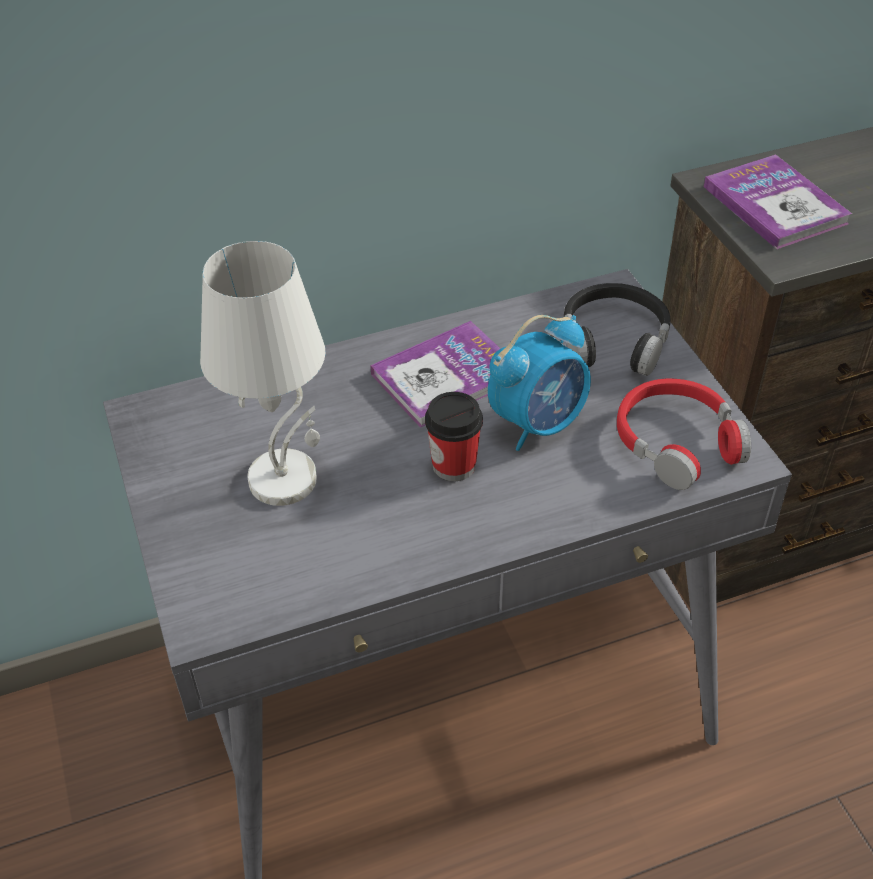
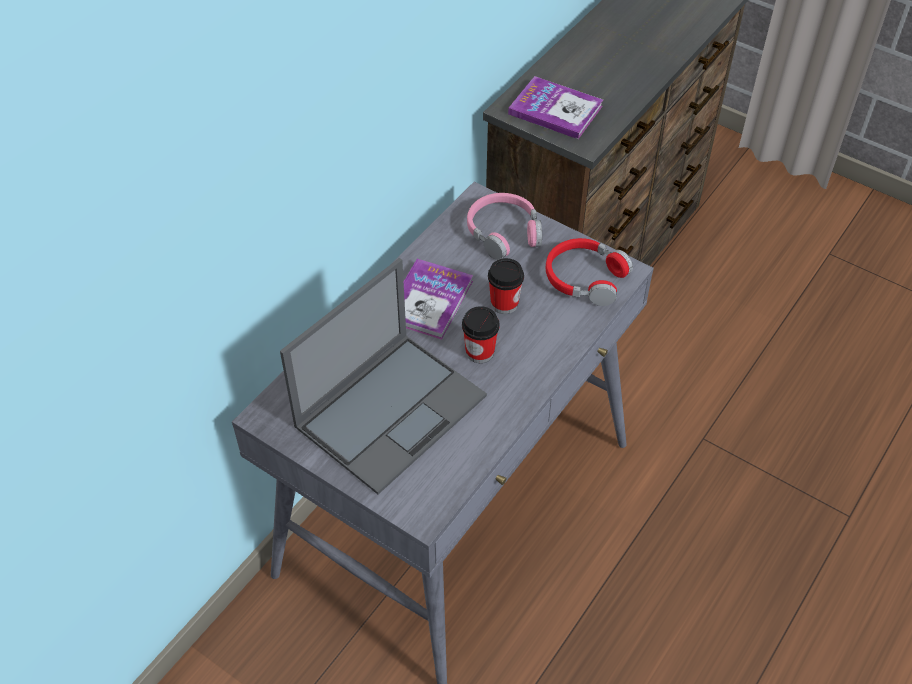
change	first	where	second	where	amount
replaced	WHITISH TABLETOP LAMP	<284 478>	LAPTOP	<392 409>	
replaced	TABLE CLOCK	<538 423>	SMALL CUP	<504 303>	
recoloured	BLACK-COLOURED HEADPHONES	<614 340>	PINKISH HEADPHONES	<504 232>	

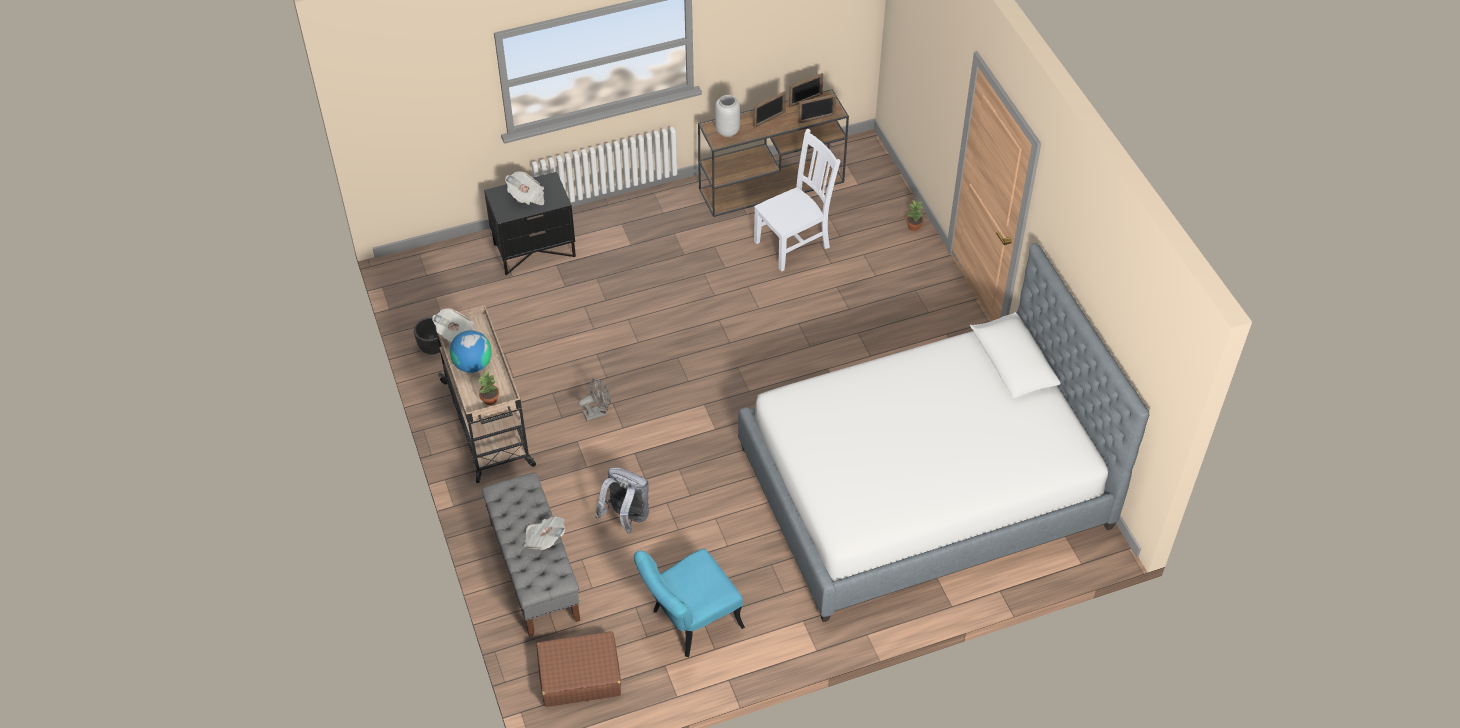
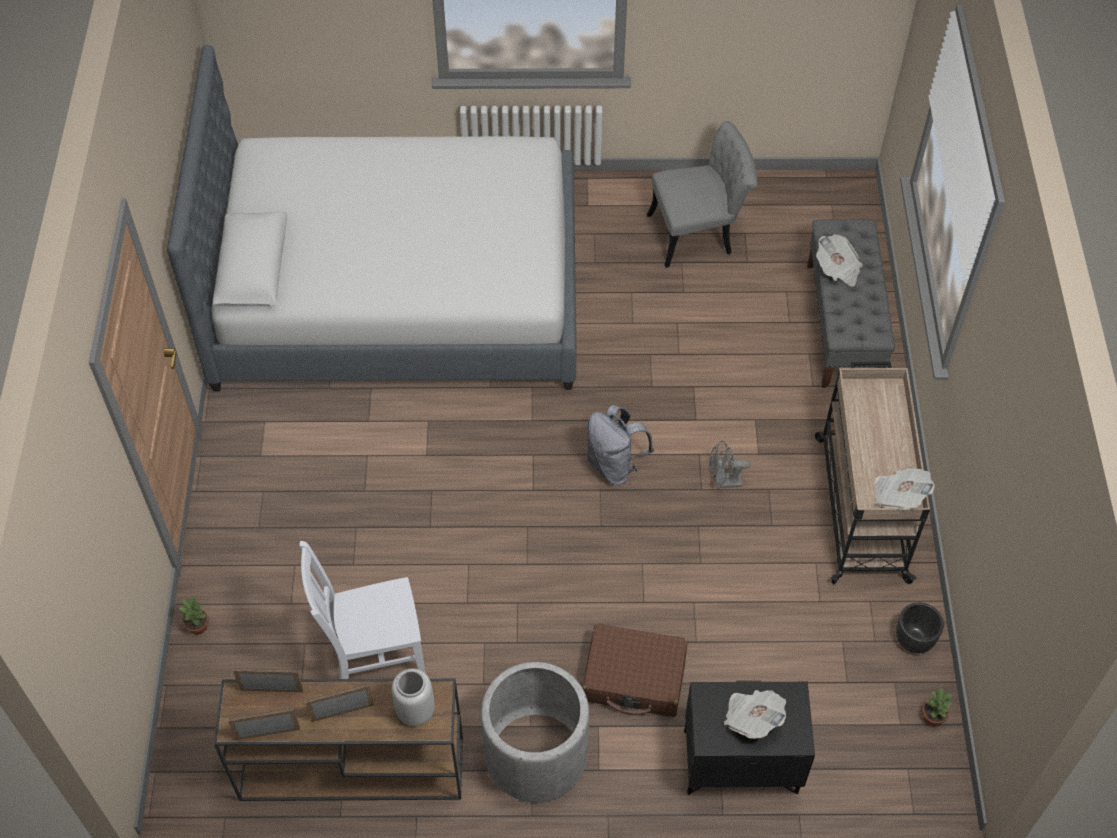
change	first	where	second	where	amount
removed	WORLD GLOBE	<473 364>			
added			GREYISH PLANT POT	<535 754>	
moved	PLANT IN A POT	<489 400>		<933 717>	
moved	BROWNISH PIECE OF LUGGAGE	<579 675>		<635 678>	
moved	GREYISH BACKPACK	<626 517>		<615 465>	
recoloured	BLUE-GREEN PLAIN CHAIR	<689 623>	GREYISH PLAIN CHAIR	<699 233>	

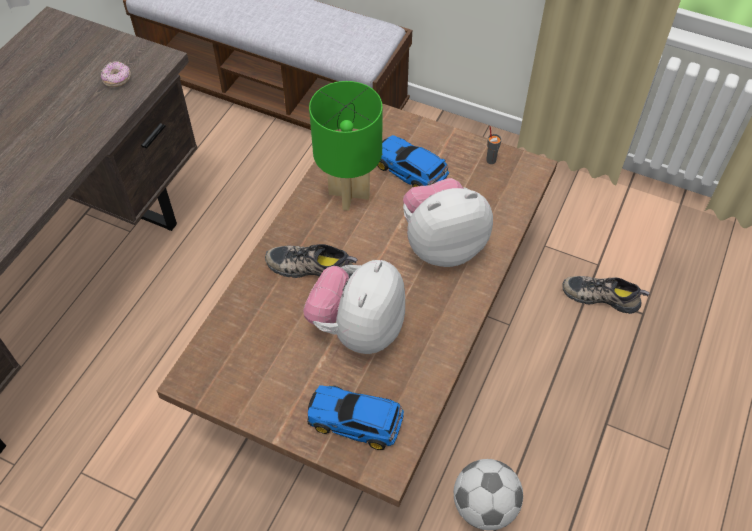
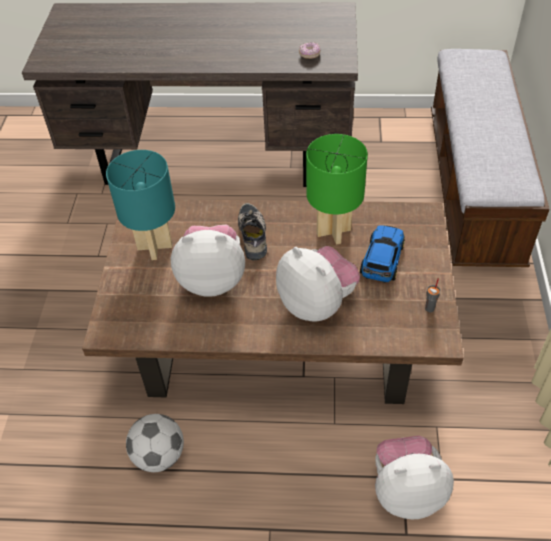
change	first	where	second	where	amount
removed	TOY CAR	<356 421>			
added			BLUE-GREEN TABLETOP LAMP	<155 247>	
replaced	SHOE	<601 295>	SOFT TOY	<406 491>	

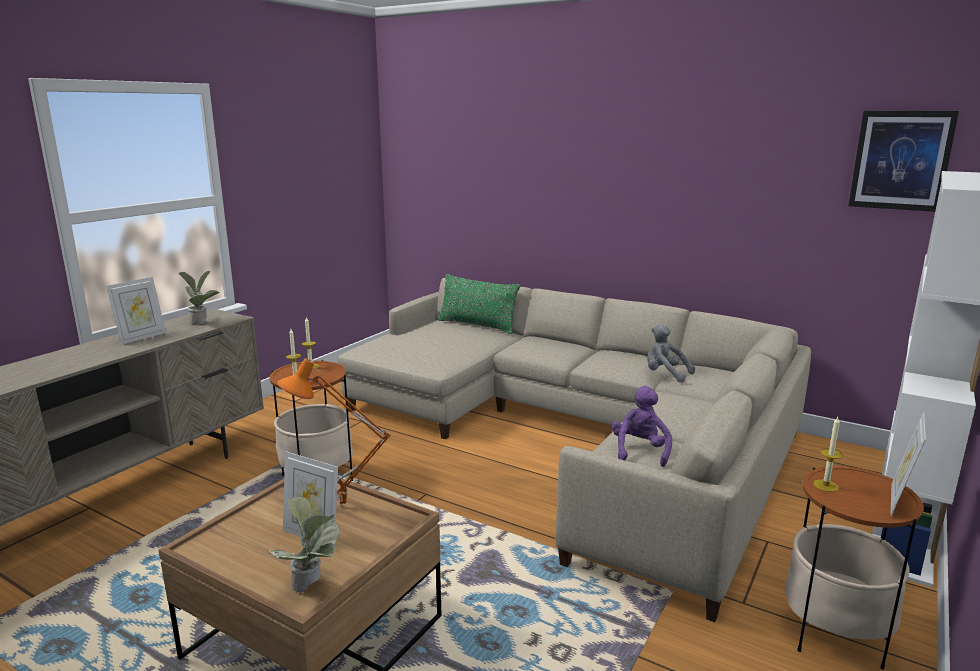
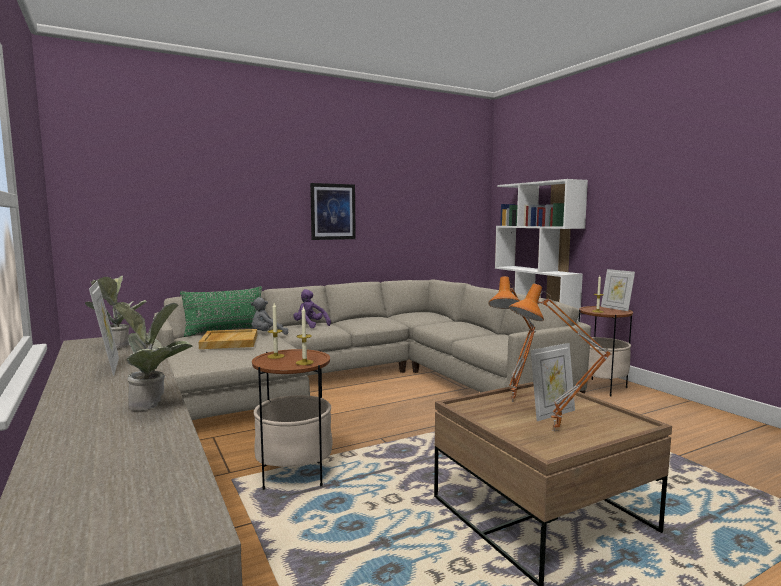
change	first	where	second	where	amount
added			SAND-COLOURED SERVING TRAY	<229 341>	
added			ORANGE-COLOURED TABLETOP LAMP	<556 432>	
moved	PLANT IN A POT	<312 586>		<155 403>	
moved	PURPLE SOFT TOY	<640 451>		<310 325>	
moved	GREYISH SOFT TOY	<665 374>		<267 335>	
moved	WALL ART	<901 160>		<333 211>	

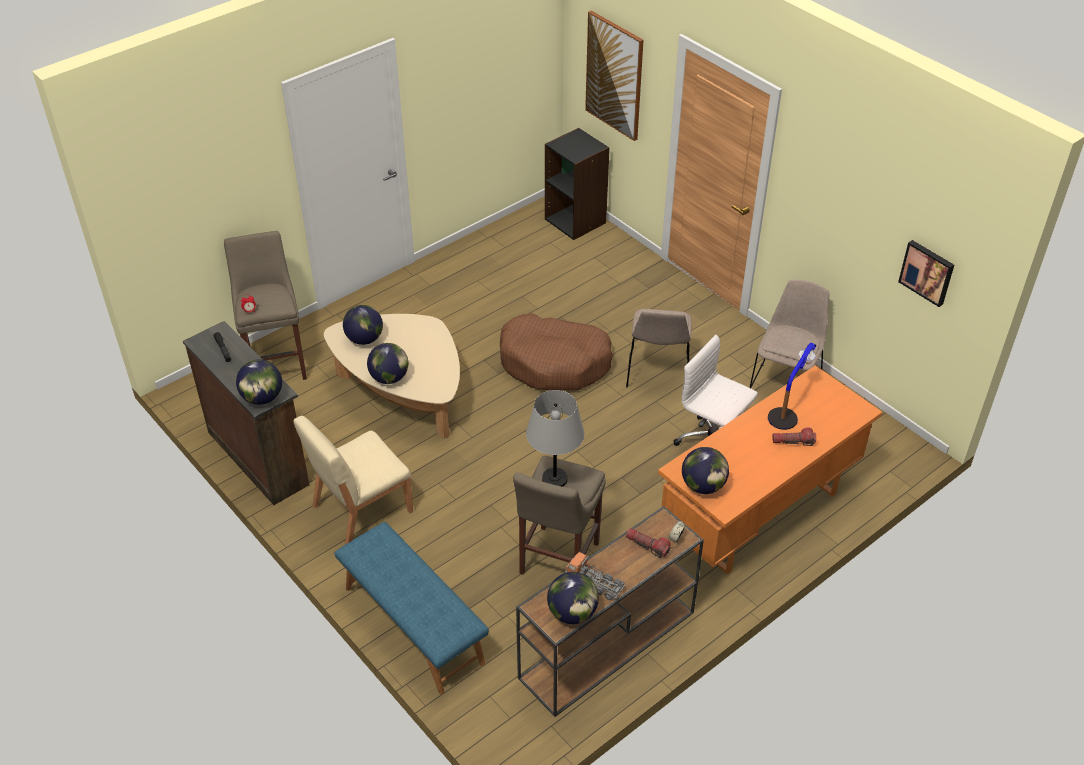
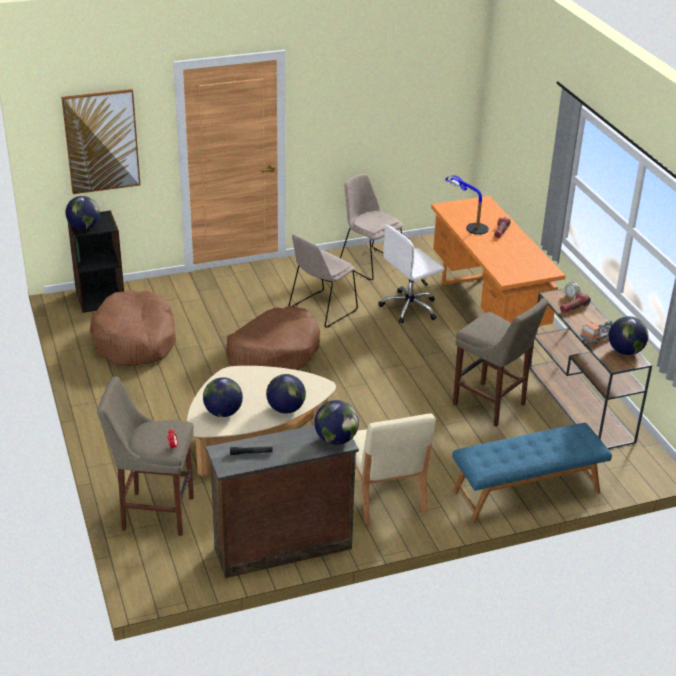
change	first	where	second	where	amount
removed	GREYISH TABLETOP LAMP	<554 479>			
removed	WALL ART	<927 272>			
added			BROWNISH PET BED	<135 340>	
moved	WORLD GLOBE	<703 486>		<84 227>	
turned	SAND-COLOURED PLAIN CHAIR	<657 374>		<321 310>	105 degrees clockwise

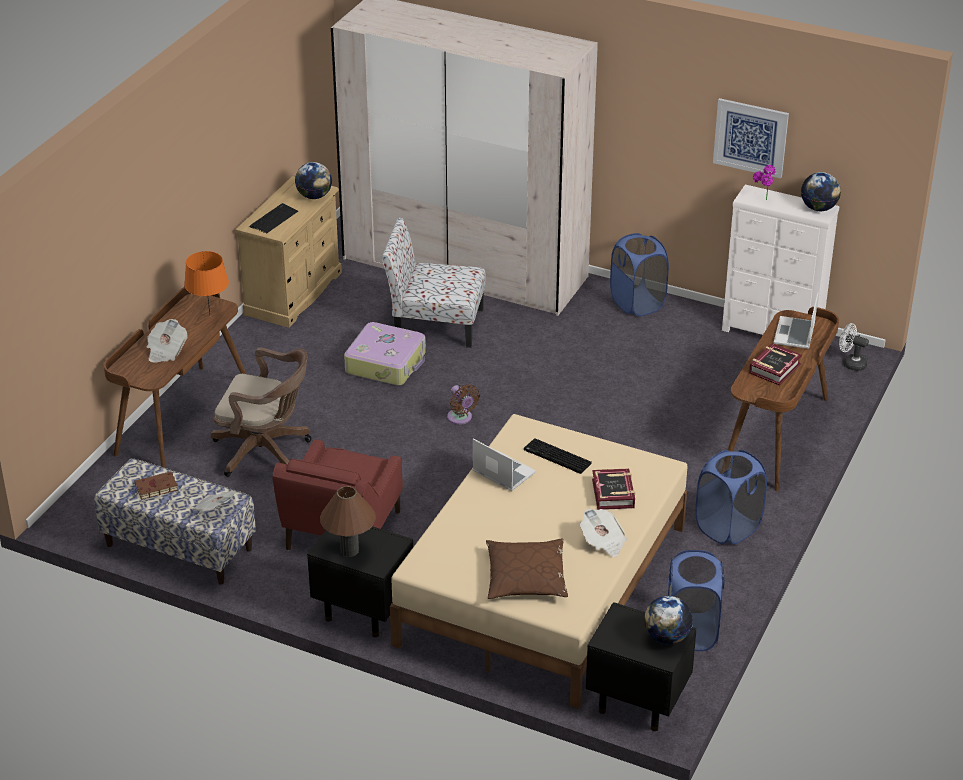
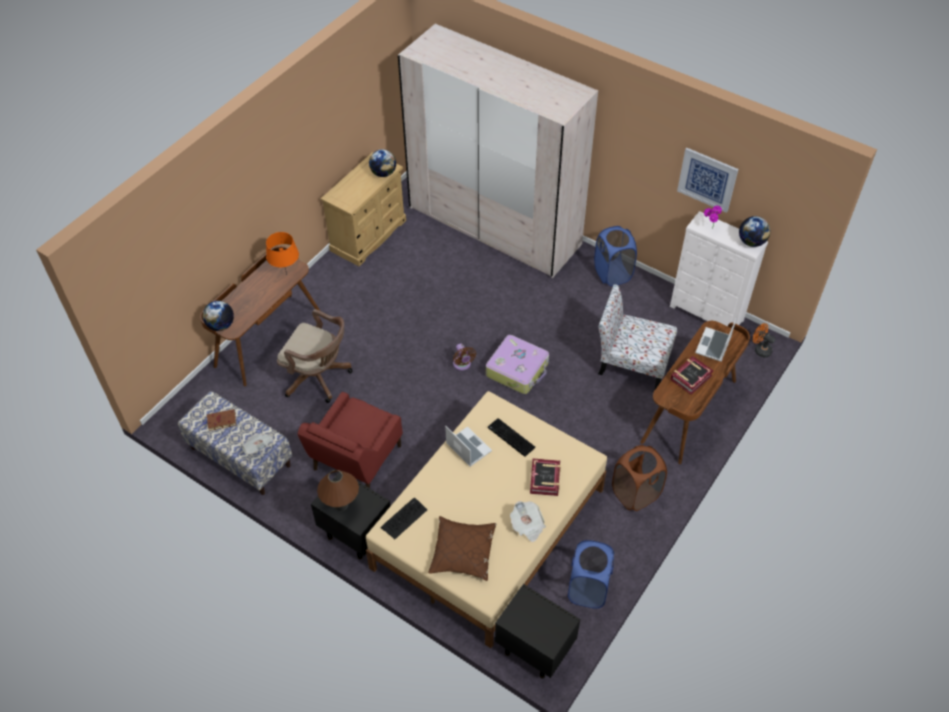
change	first	where	second	where	amount
removed	NEWSPAPER	<166 351>			
moved	COMPUTER KEYBOARD	<273 219>		<404 518>	
moved	PIECE OF LUGGAGE	<386 363>		<518 369>	
moved	PLAIN CHAIR	<435 324>		<632 362>	
moved	WORLD GLOBE	<666 637>		<221 325>	
recoloured	BLUE WASHING BASKET	<727 528>	BROWNISH WASHING BASKET	<635 493>	
recoloured	WHITISH FAN	<851 363>	ORANGE-COLOURED FAN	<760 349>	

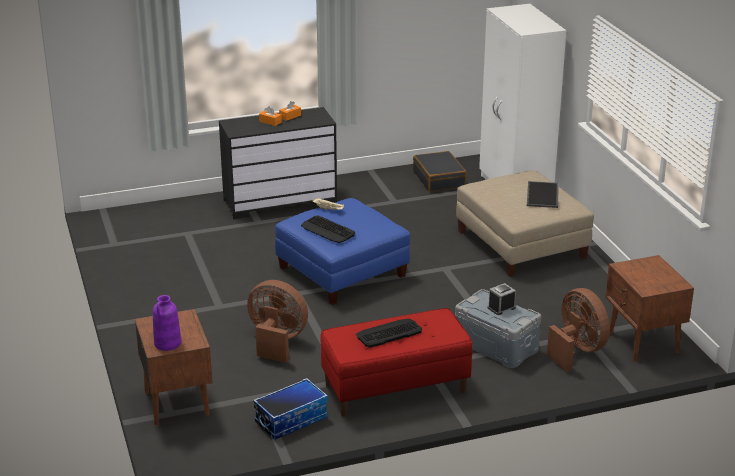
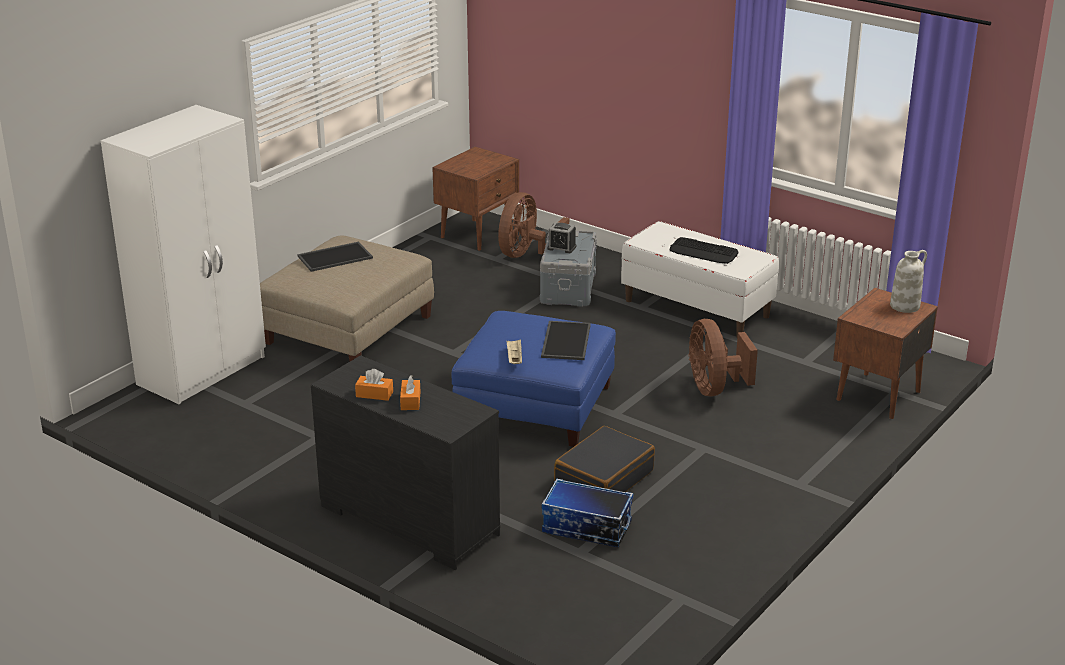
change	first	where	second	where	amount
moved	STORAGE BIN	<291 420>		<586 528>	
moved	BLACK-COLOURED PIECE OF LUGGAGE	<439 179>		<603 478>	
replaced	COMPUTER KEYBOARD	<328 230>	SERVING TRAY	<565 340>	
recoloured	PURPLE FLOWER VASE	<167 344>	WHITISH FLOWER VASE	<905 306>	
recoloured	RED BENCH	<395 389>	WHITISH BENCH	<697 308>	

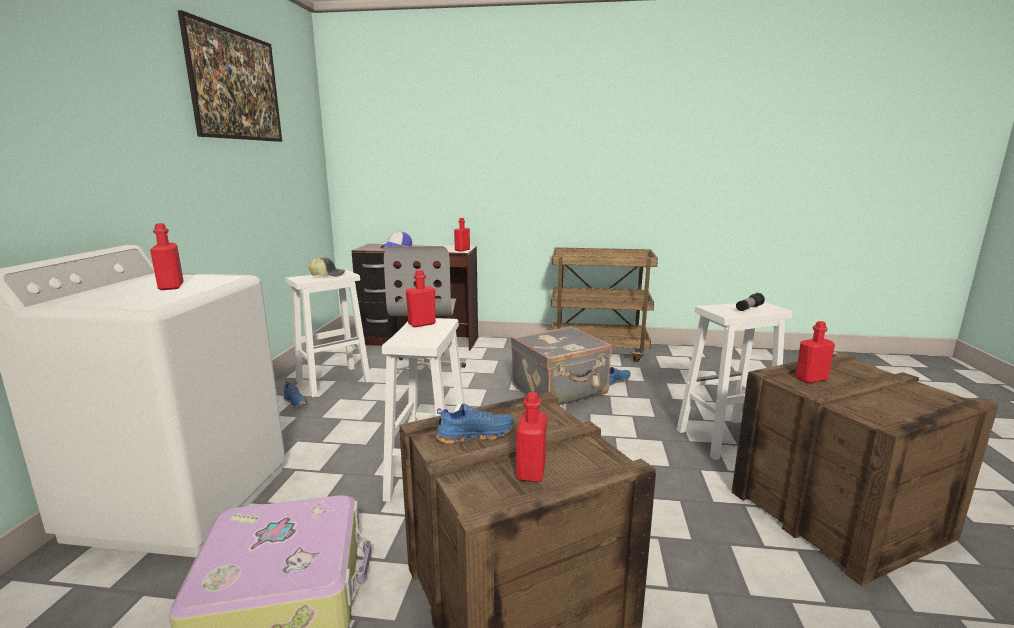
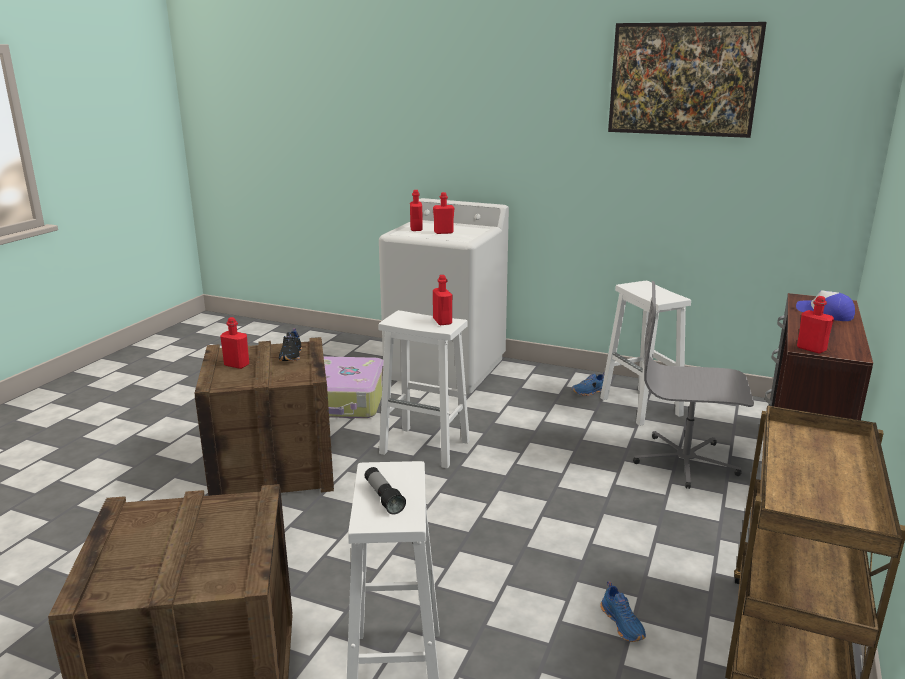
change	first	where	second	where	amount
removed	CAP	<328 275>			
removed	GREYISH PIECE OF LUGGAGE	<560 390>			
moved	RED BOTTLE	<811 379>		<416 229>	
recoloured	BLUE SHOE	<475 434>	BLACK-COLOURED SHOE	<291 356>	

